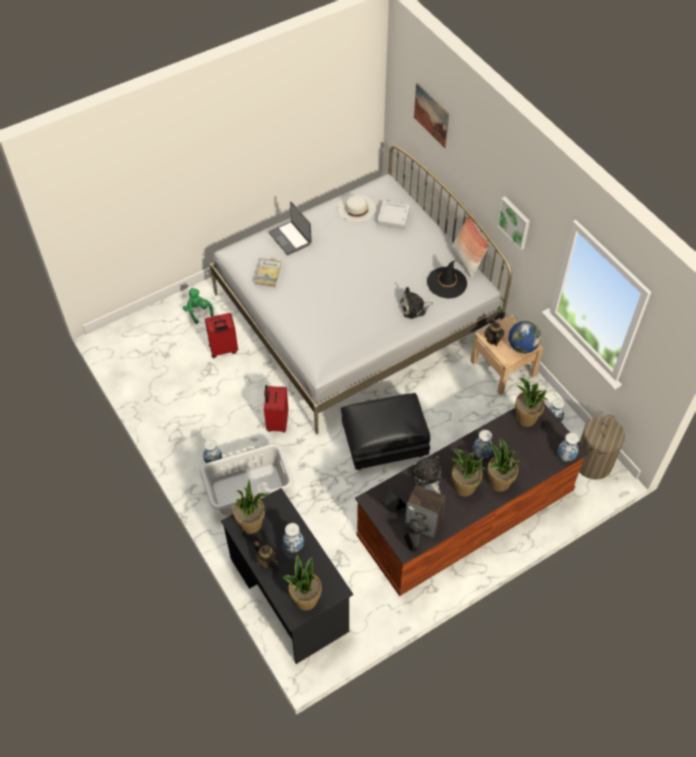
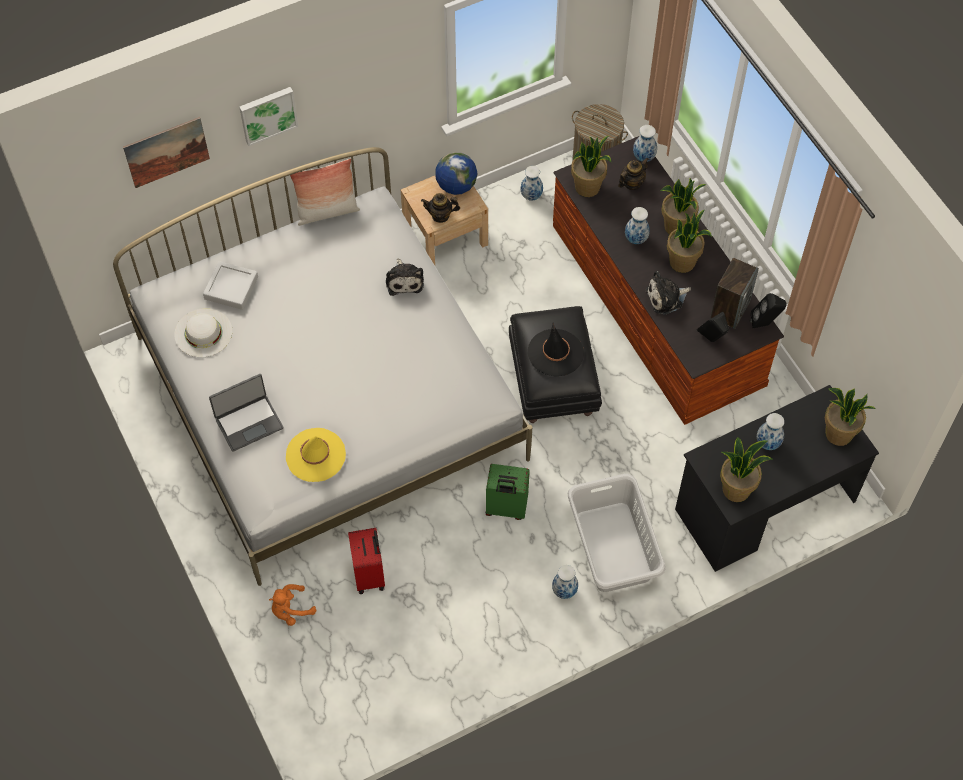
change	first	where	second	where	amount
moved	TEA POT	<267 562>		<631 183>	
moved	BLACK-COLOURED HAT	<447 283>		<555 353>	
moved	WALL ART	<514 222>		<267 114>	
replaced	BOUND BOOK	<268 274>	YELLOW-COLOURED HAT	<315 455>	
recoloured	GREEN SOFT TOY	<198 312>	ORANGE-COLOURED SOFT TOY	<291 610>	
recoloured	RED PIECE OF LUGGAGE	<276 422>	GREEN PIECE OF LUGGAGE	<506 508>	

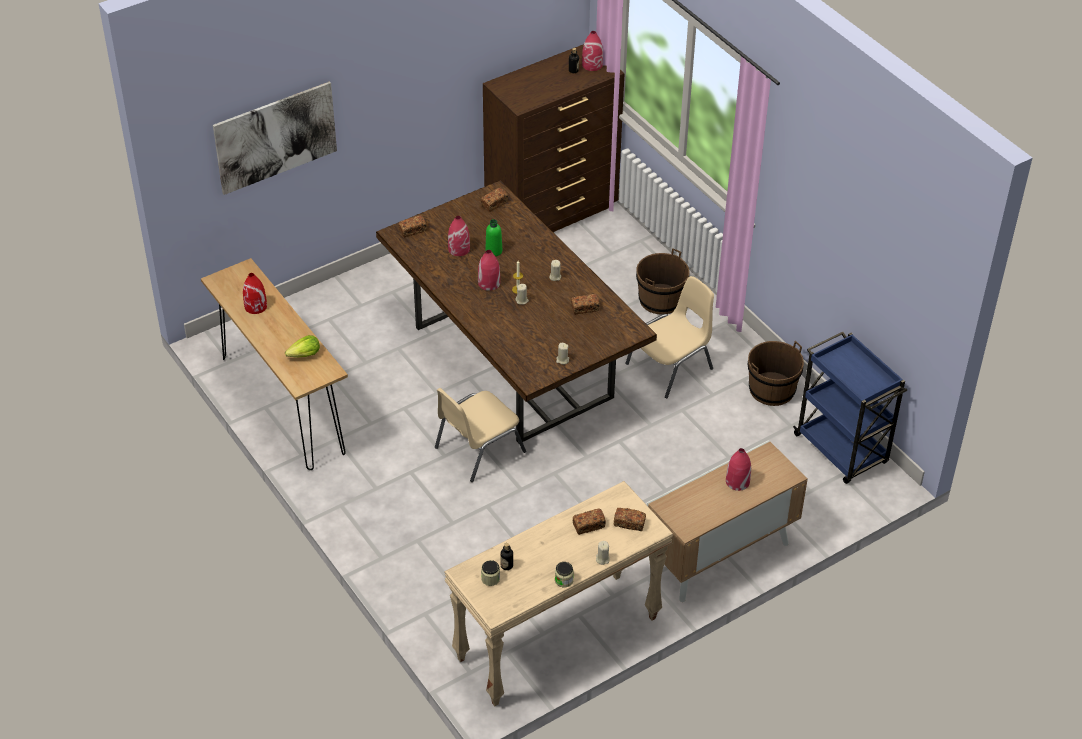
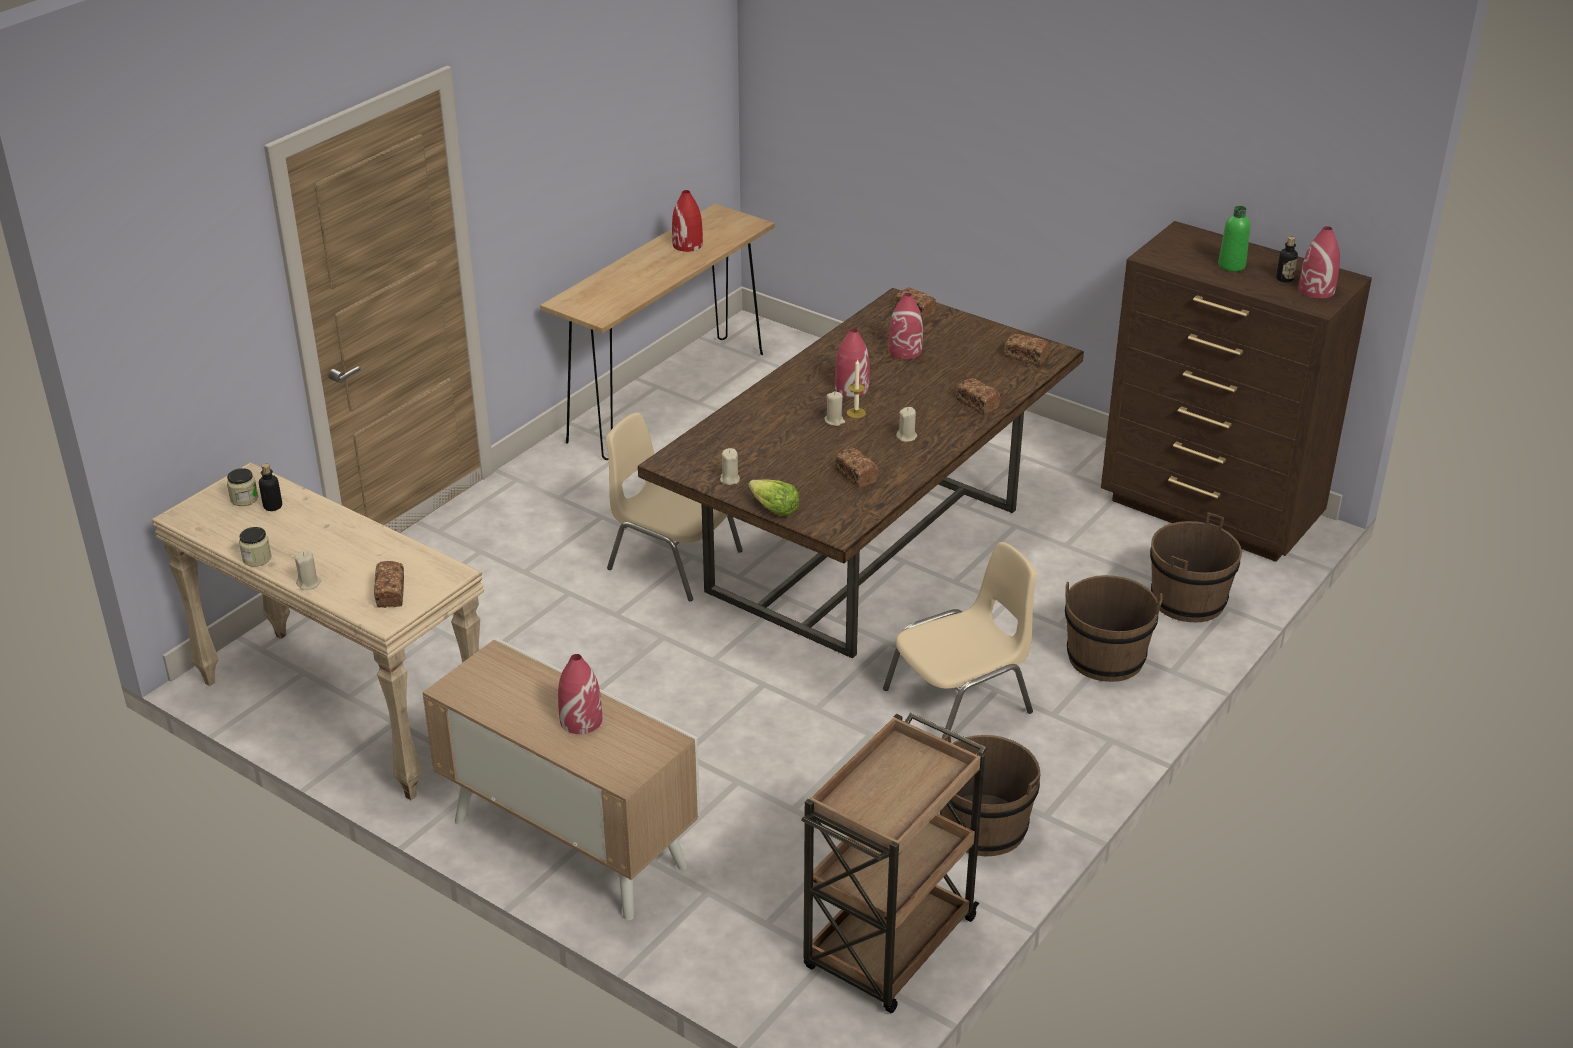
change	first	where	second	where	amount
removed	WALL ART	<275 137>			
added			BROWNISH PAIL	<1188 601>	
moved	LETTUCE HEAD	<304 355>		<773 509>	
moved	GREEN BOTTLE	<493 251>		<1231 265>	
moved	BREAD	<588 526>		<977 404>	
recoloured	BLUE WHEELED CART	<842 450>	BROWNISH WHEELED CART	<888 947>	
turned	SAND-COLOURED PLAIN CHAIR	<671 366>		<960 701>	60 degrees counterclockwise

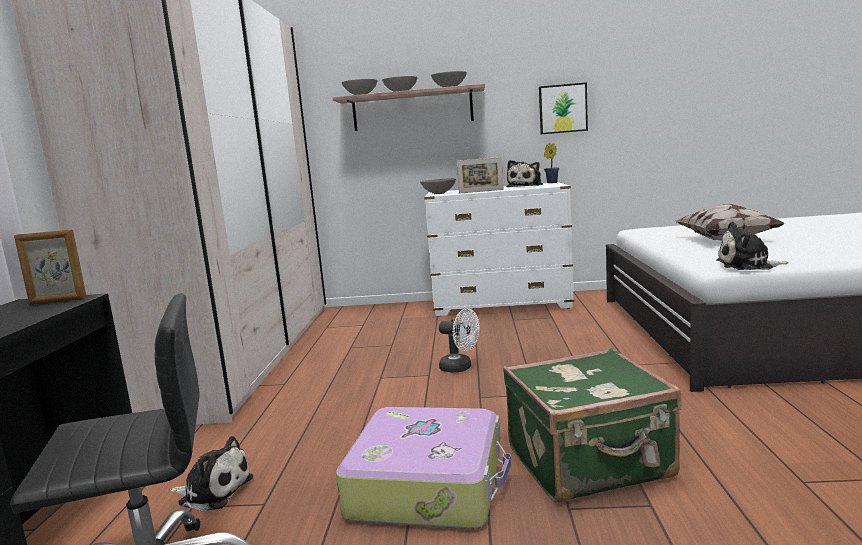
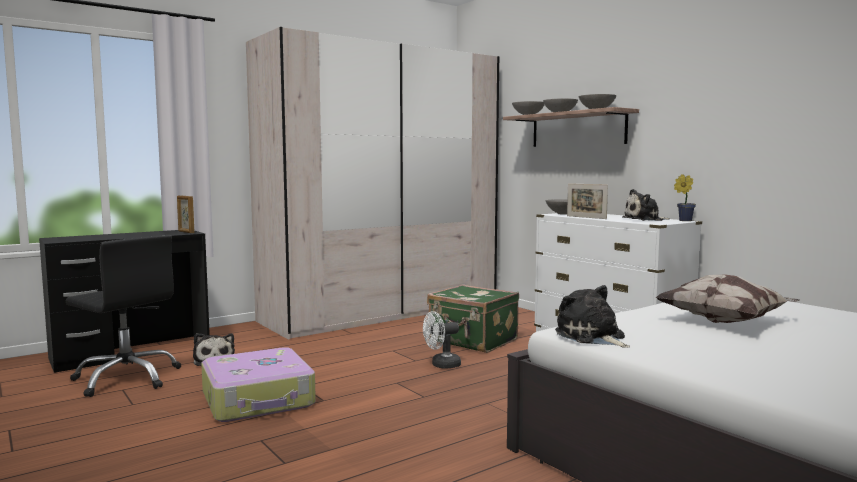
change	first	where	second	where	amount
removed	WALL ART	<562 109>			
moved	GREEN PIECE OF LUGGAGE	<590 463>		<473 341>	
turned	WHITISH FAN	<460 368>		<441 365>	75 degrees clockwise

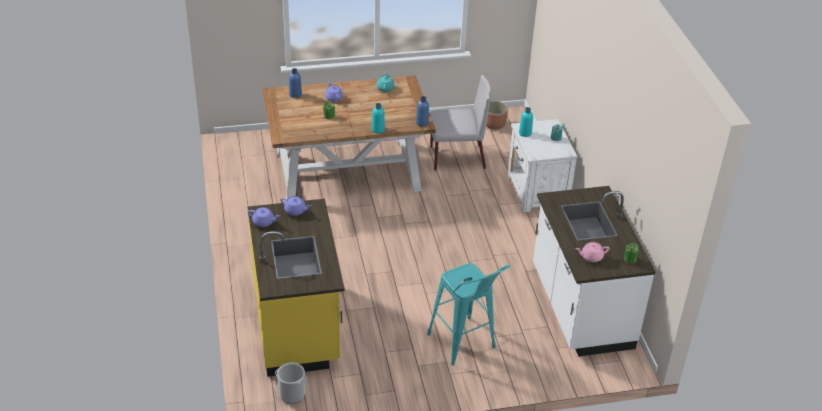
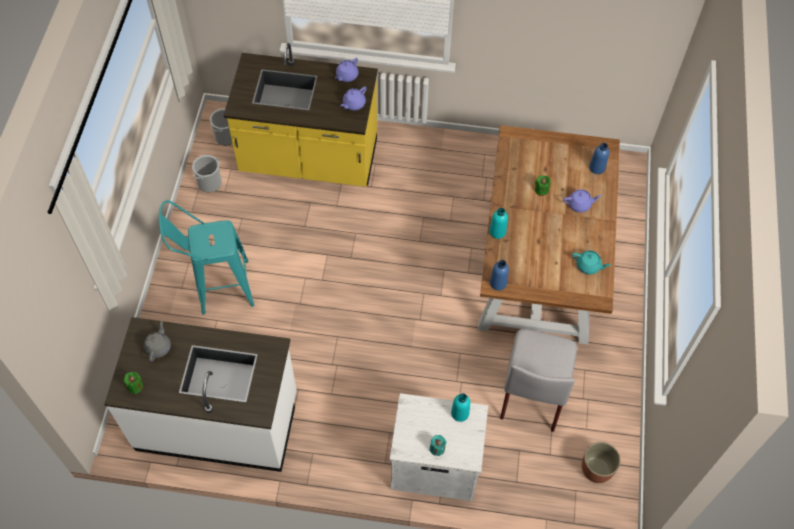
change	first	where	second	where	amount
added			PAIL	<210 183>	
recoloured	PINKISH TEA POT	<591 257>	GREYISH TEA POT	<158 347>	

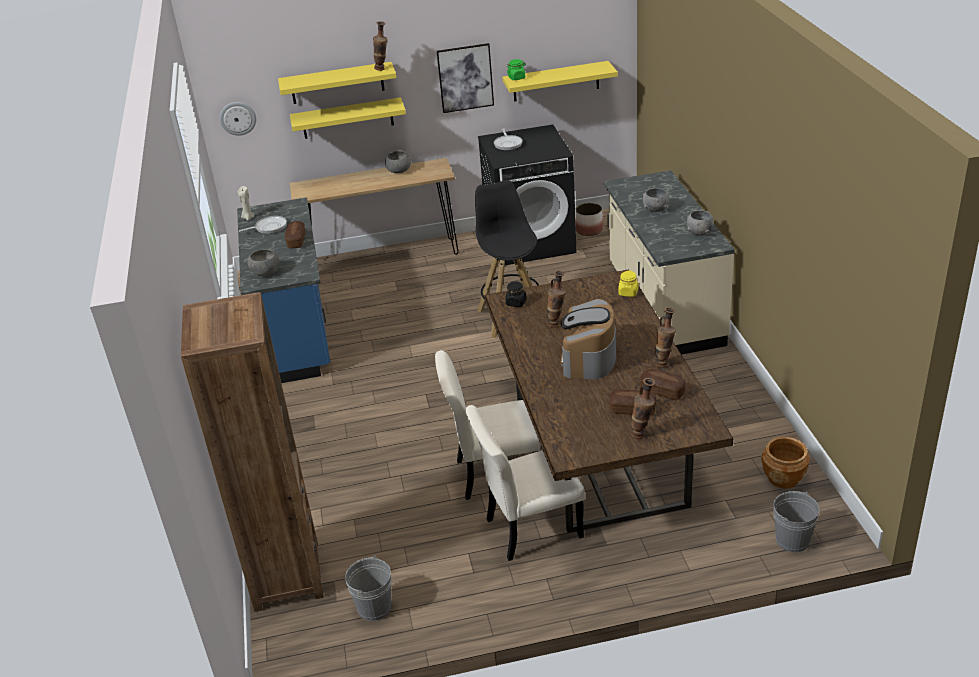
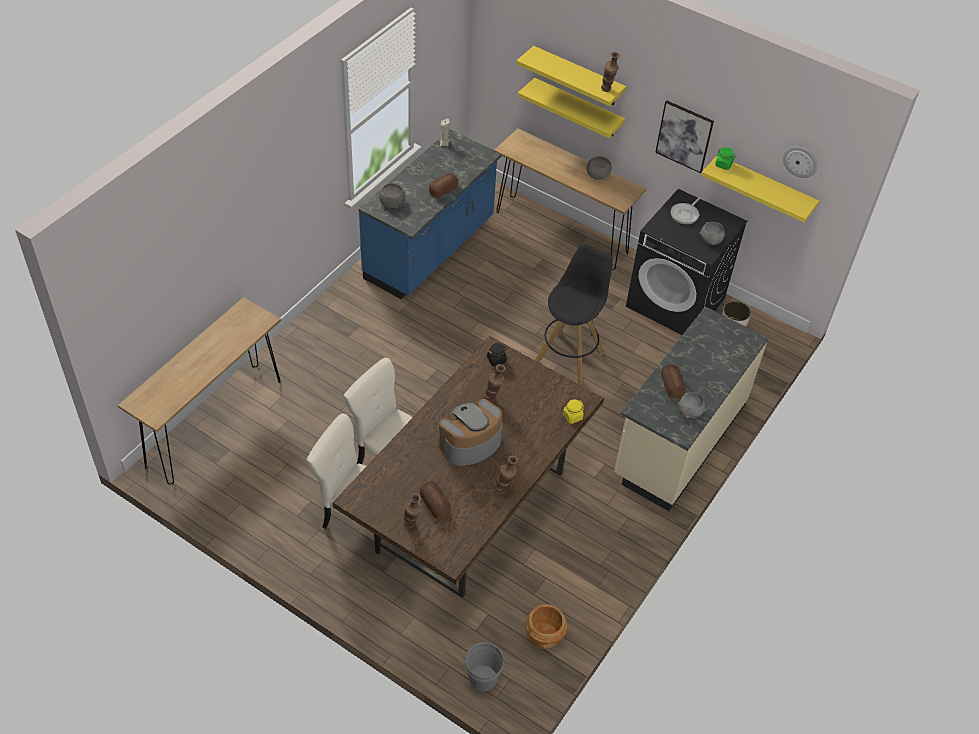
change	first	where	second	where	amount
removed	PAN	<269 227>			
removed	GREYISH PAIL	<374 607>			
moved	WALL CLOCK	<237 118>		<800 161>	
moved	BREAD	<662 391>		<671 386>	
moved	GREYISH SERVING BOWL	<655 209>		<711 240>	
replaced	BROWNISH SHELVING UNIT	<286 575>	BROWNISH NARROW TABLE	<214 423>	

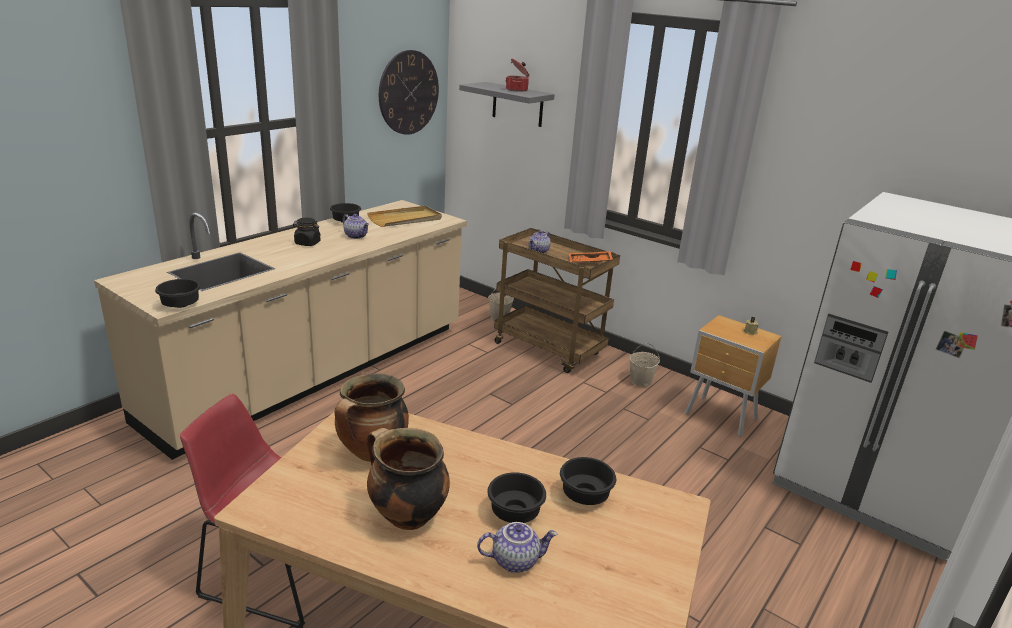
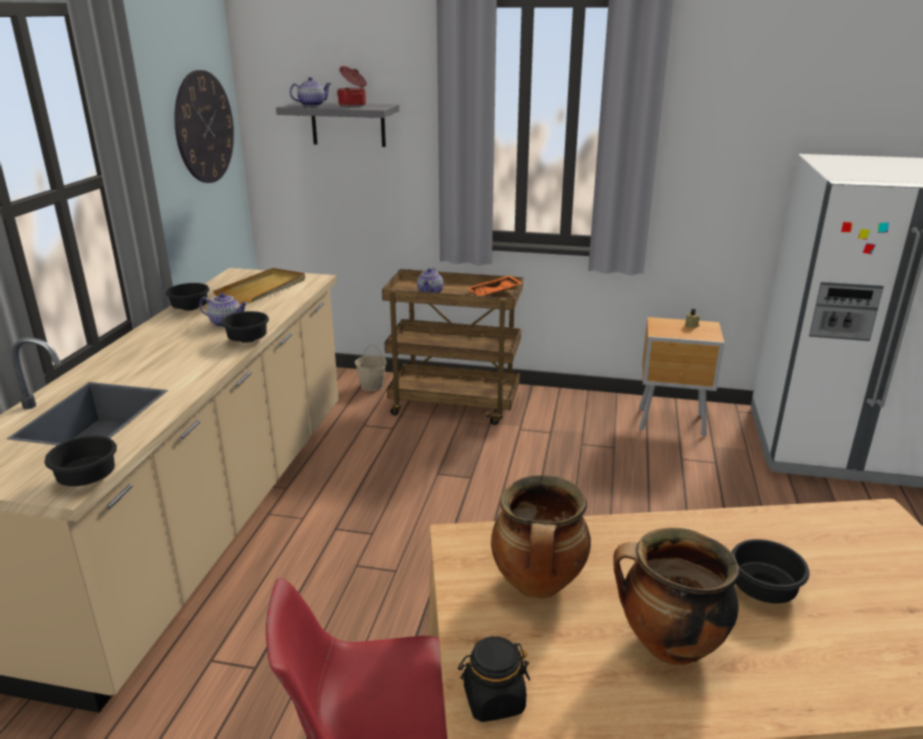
change	first	where	second	where	amount
removed	SAND-COLOURED PAIL	<640 381>			
moved	BLACK-COLOURED JAR	<307 243>		<493 700>	
moved	TEA POT	<515 560>		<312 105>	
moved	BLACK-COLOURED SERVING BOWL	<586 496>		<249 340>	

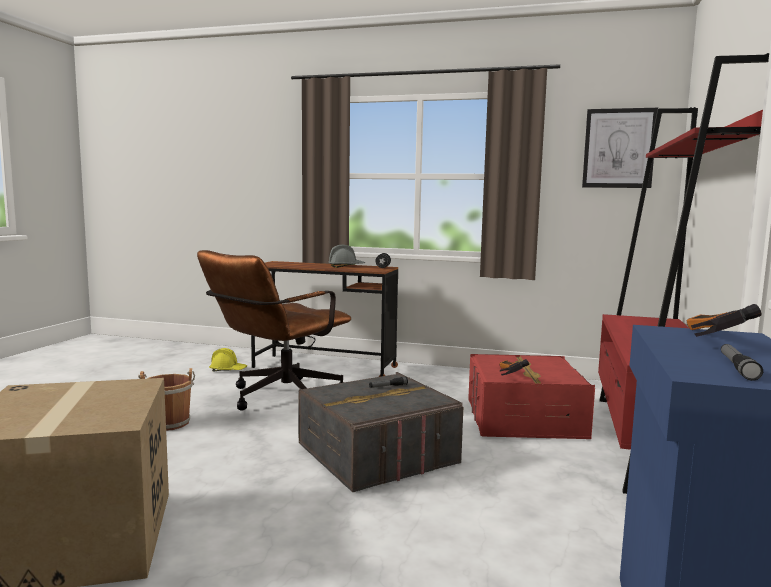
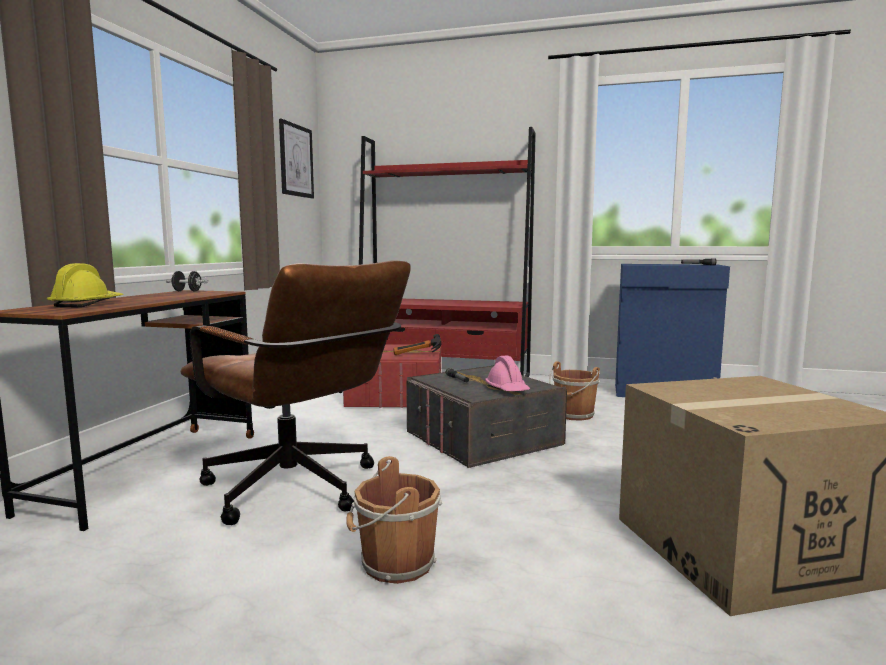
change	first	where	second	where	amount
removed	GREYISH SAFETY HELMET	<346 266>			
removed	HAMMER	<704 340>			
added			PINKISH SAFETY HELMET	<507 389>	
added			BROWNISH PAIL	<573 415>	
moved	YELLOW-COLOURED SAFETY HELMET	<228 370>		<87 304>	

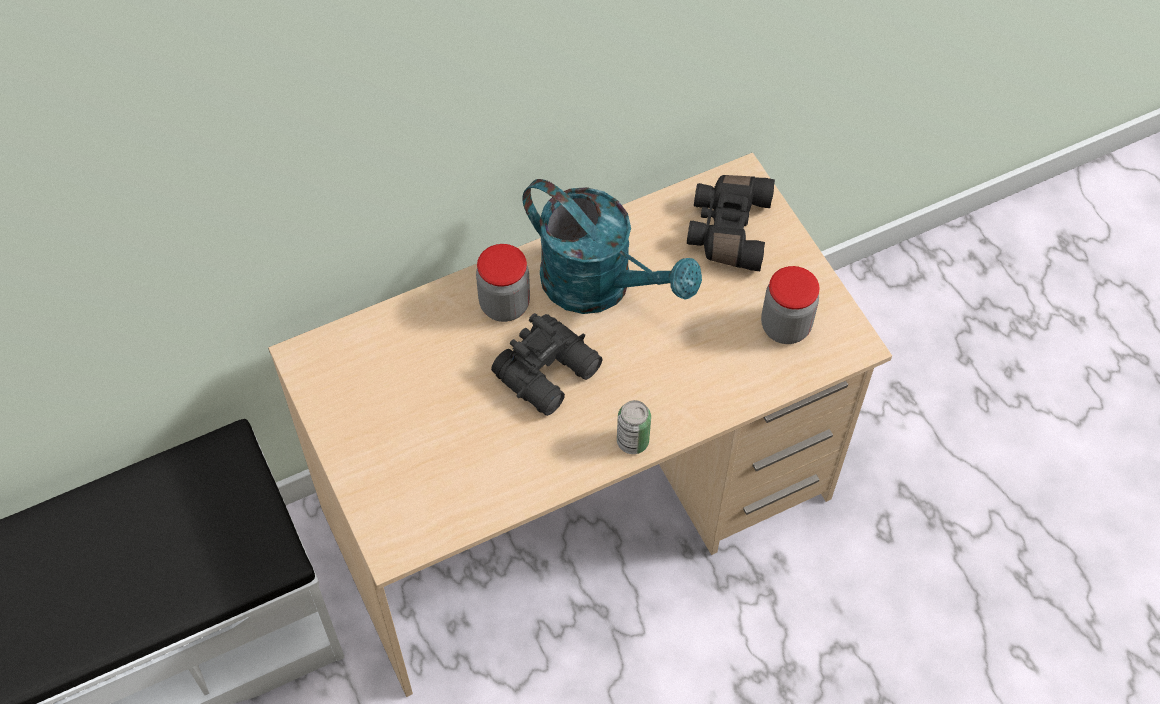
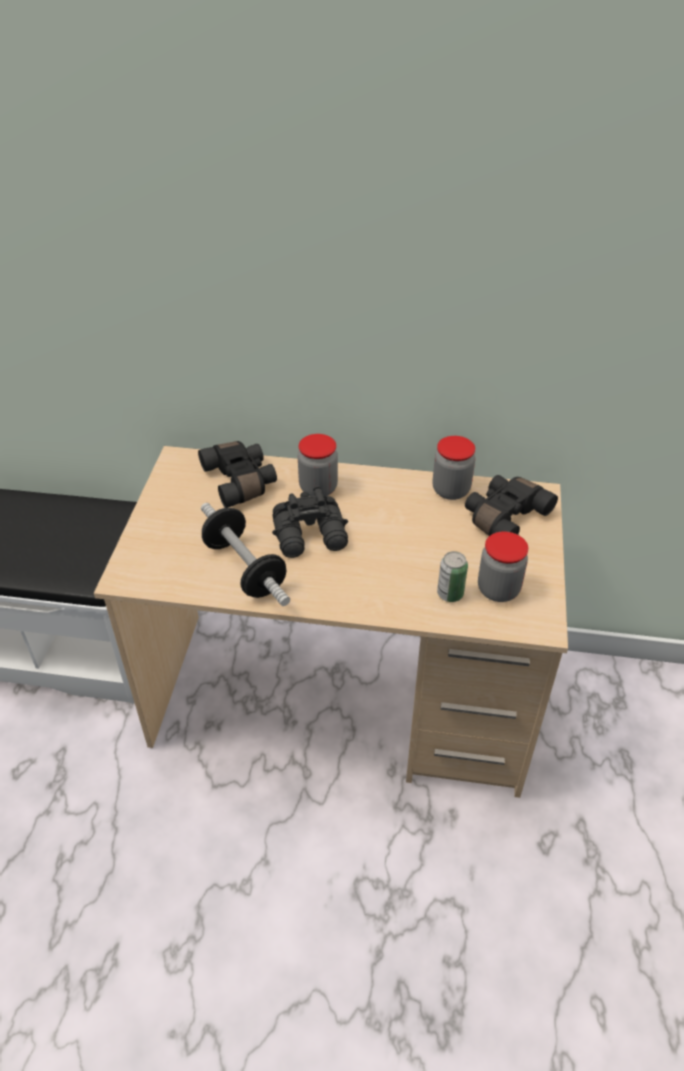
change	first	where	second	where	amount
removed	BLUE-GREEN WATERING POT	<600 286>			
added			BLACK-COLOURED FIELD GLASSES	<241 481>	
added			HAND WEIGHT	<245 568>	
added			JAR	<451 490>	
moved	CAN	<632 441>		<450 594>	

